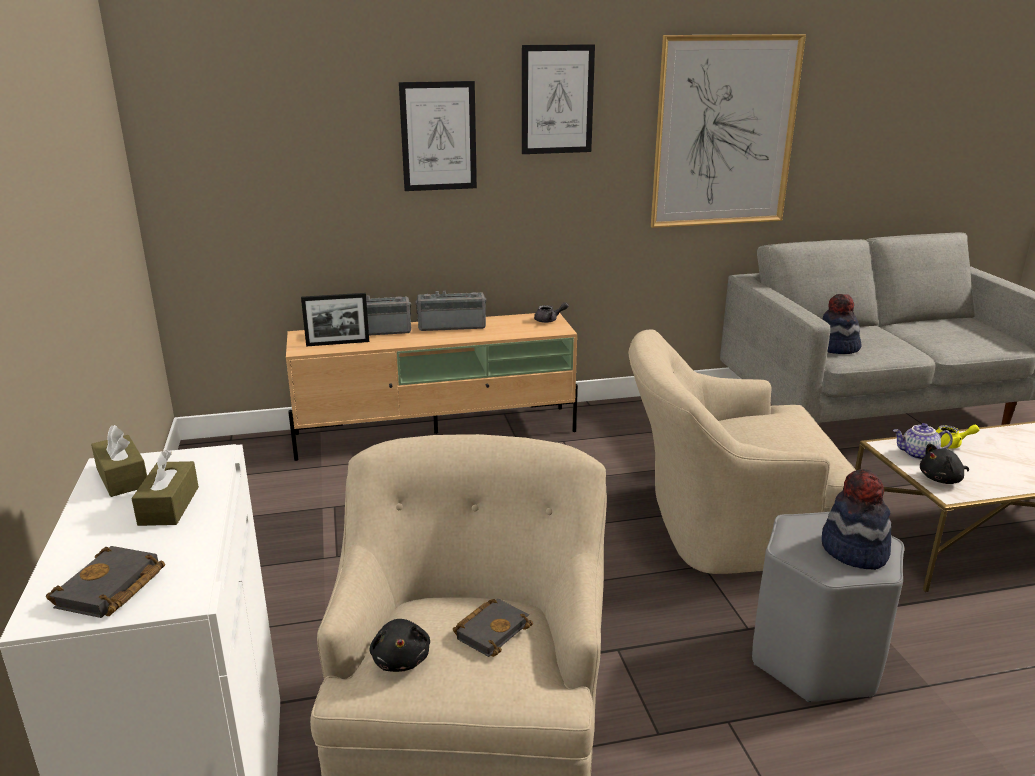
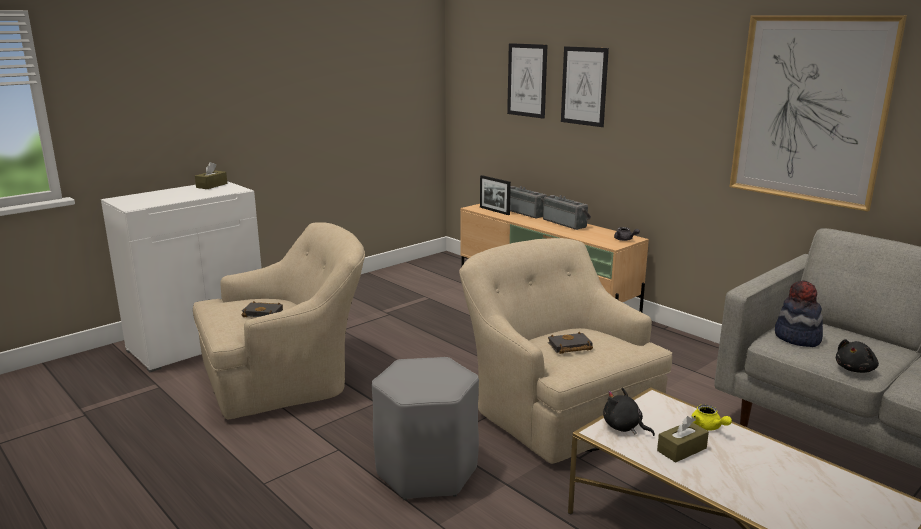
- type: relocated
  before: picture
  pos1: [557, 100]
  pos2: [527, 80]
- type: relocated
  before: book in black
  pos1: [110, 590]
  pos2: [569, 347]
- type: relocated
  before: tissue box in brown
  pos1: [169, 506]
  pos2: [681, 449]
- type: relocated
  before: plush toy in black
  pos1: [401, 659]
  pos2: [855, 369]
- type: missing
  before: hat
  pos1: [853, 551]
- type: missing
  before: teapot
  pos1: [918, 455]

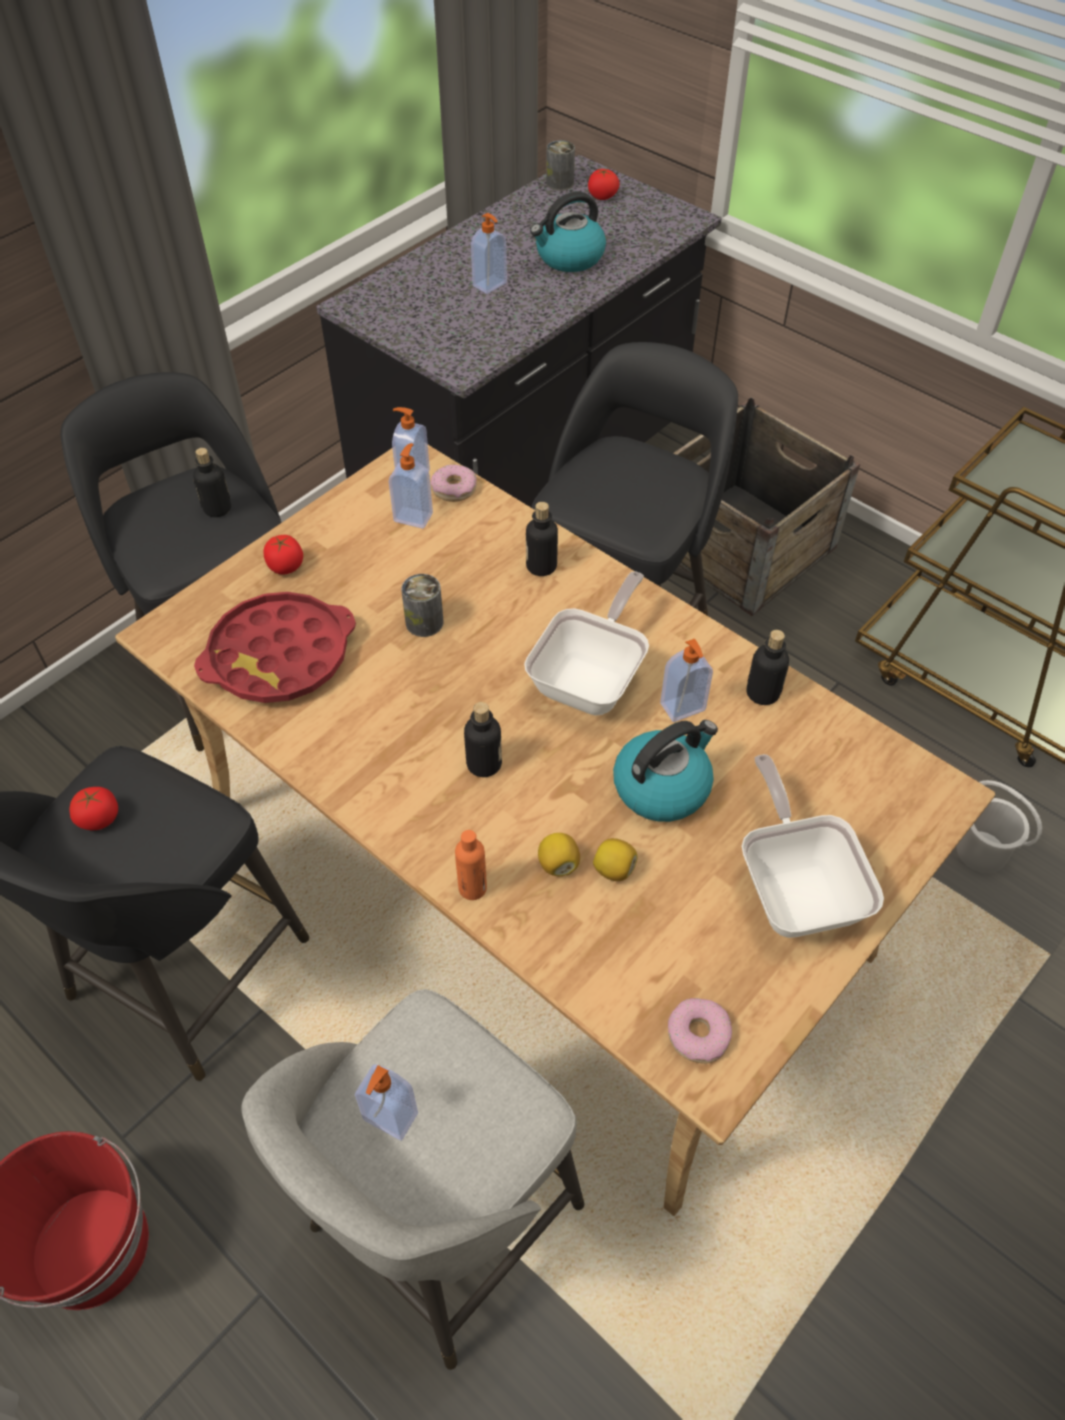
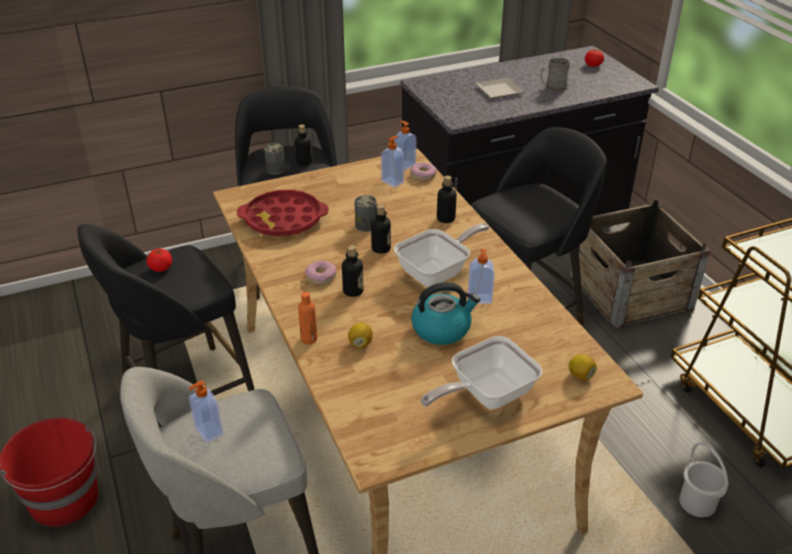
- type: relocated
  before: can
  pos1: [560, 183]
  pos2: [275, 169]
- type: relocated
  before: donut
  pos1: [698, 1034]
  pos2: [321, 277]
- type: relocated
  before: bottle
  pos1: [762, 693]
  pos2: [381, 248]
- type: spun
  before: frying pan
  pos1: [796, 887]
  pos2: [485, 395]
  turn: -135
- type: exchanged
  before: soap dispenser
  after: plate
  pos1: [490, 285]
  pos2: [499, 90]
- type: exchanged
  before: kettle
  after: mug in grey
  pos1: [569, 258]
  pos2: [553, 87]
- type: relocated
  before: lemon
  pos1: [614, 869]
  pos2: [580, 375]
- type: missing
  before: tomato
  pos1: [285, 566]

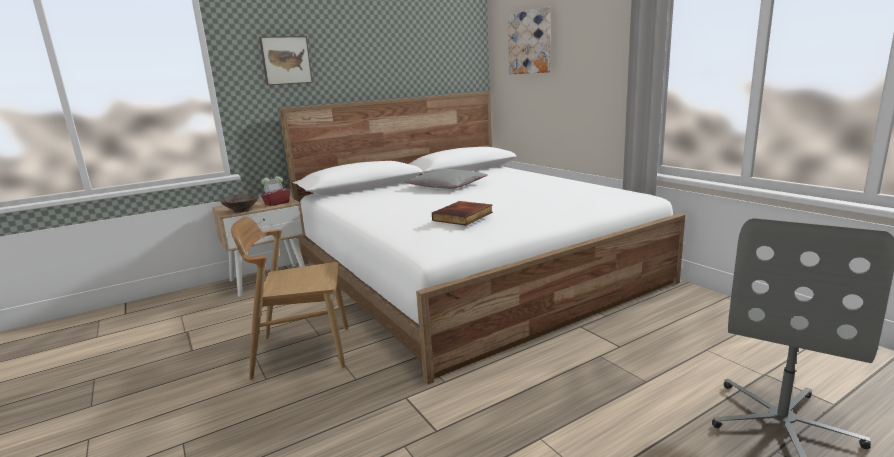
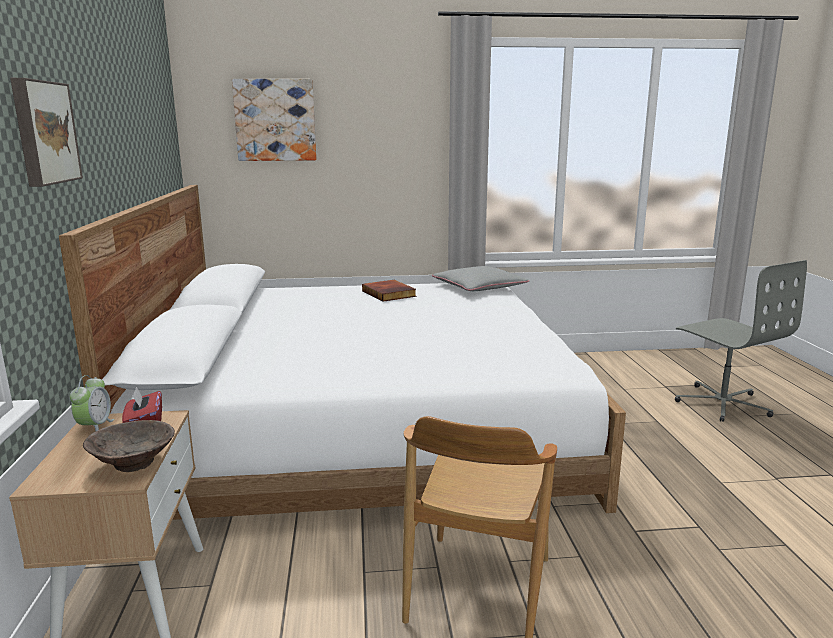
- type: relocated
  before: book
  pos1: [463, 216]
  pos2: [390, 293]
- type: relocated
  before: pillow in grey
  pos1: [447, 186]
  pos2: [479, 287]

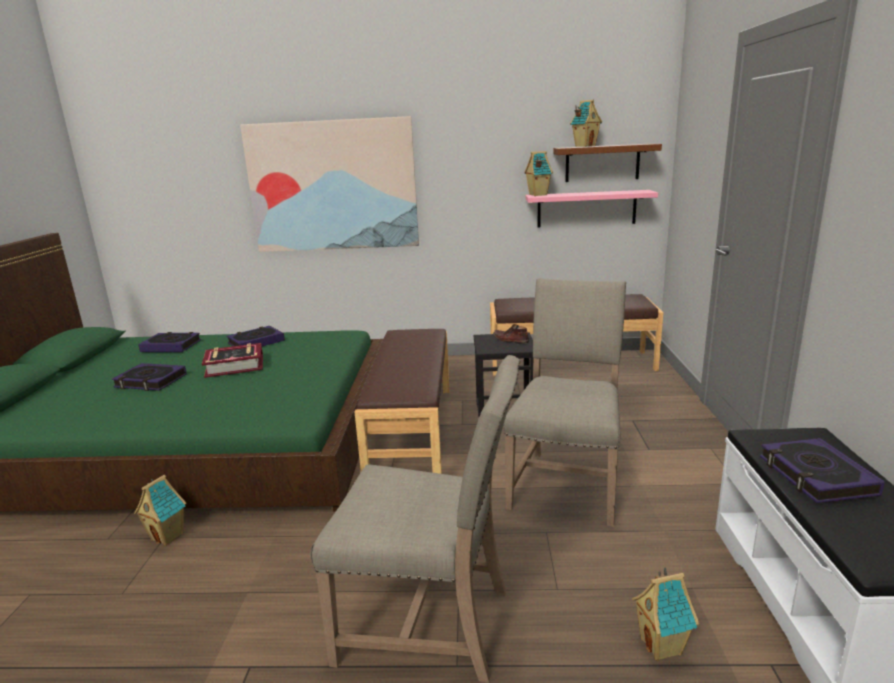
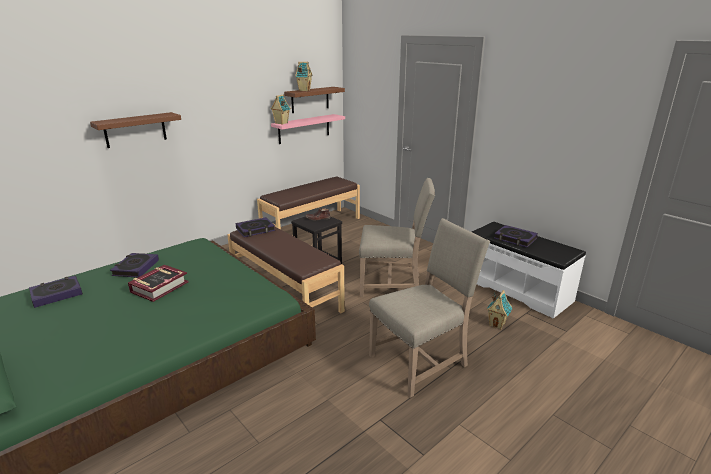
- type: exchanged
  before: picture
  after: shelf in brown
  pos1: [333, 186]
  pos2: [135, 130]
- type: relocated
  before: book
  pos1: [150, 381]
  pos2: [255, 230]
- type: spun
  before: chair in beige
  pos1: [567, 483]
  pos2: [393, 284]
  turn: 120
- type: missing
  before: toy house
  pos1: [168, 536]

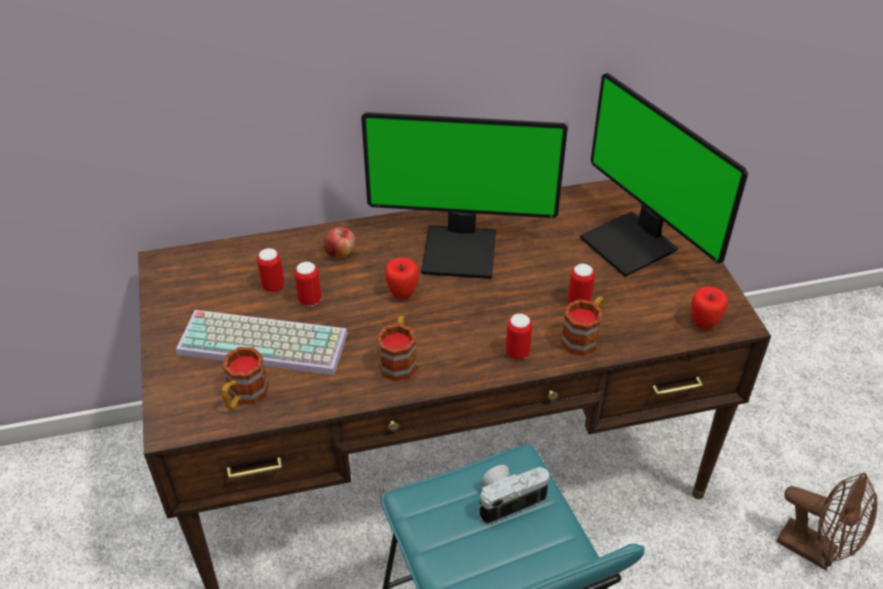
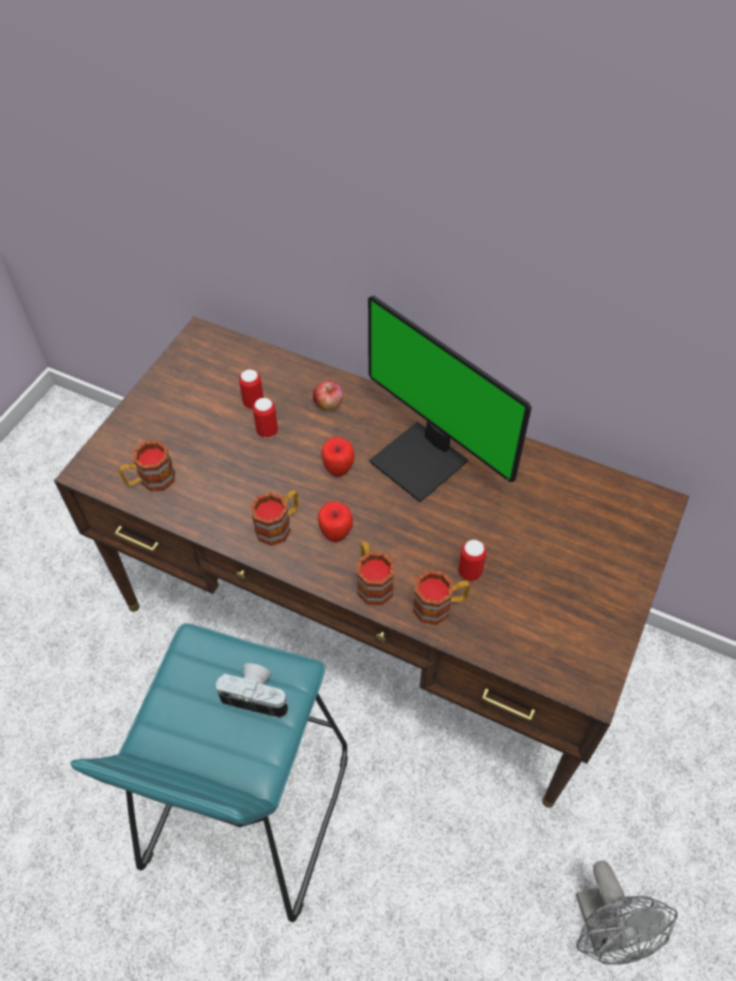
- type: relocated
  before: apple
  pos1: [703, 323]
  pos2: [336, 534]
- type: exchanged
  before: can
  after: mug
  pos1: [517, 352]
  pos2: [372, 582]
- type: colour
  before: fan in brown
  after: fan in grey
  pos1: [816, 550]
  pos2: [605, 931]
- type: missing
  before: keyboard
  pos1: [265, 341]
- type: missing
  before: monitor
  pos1: [632, 244]

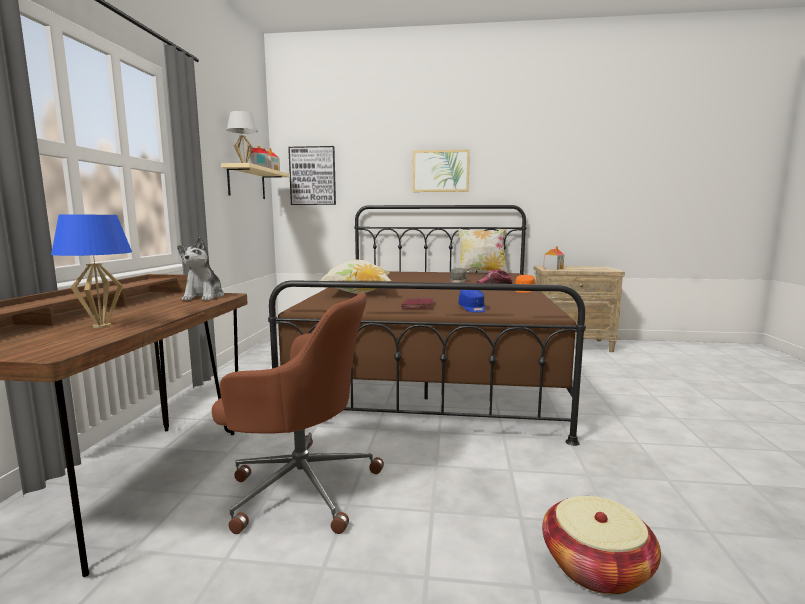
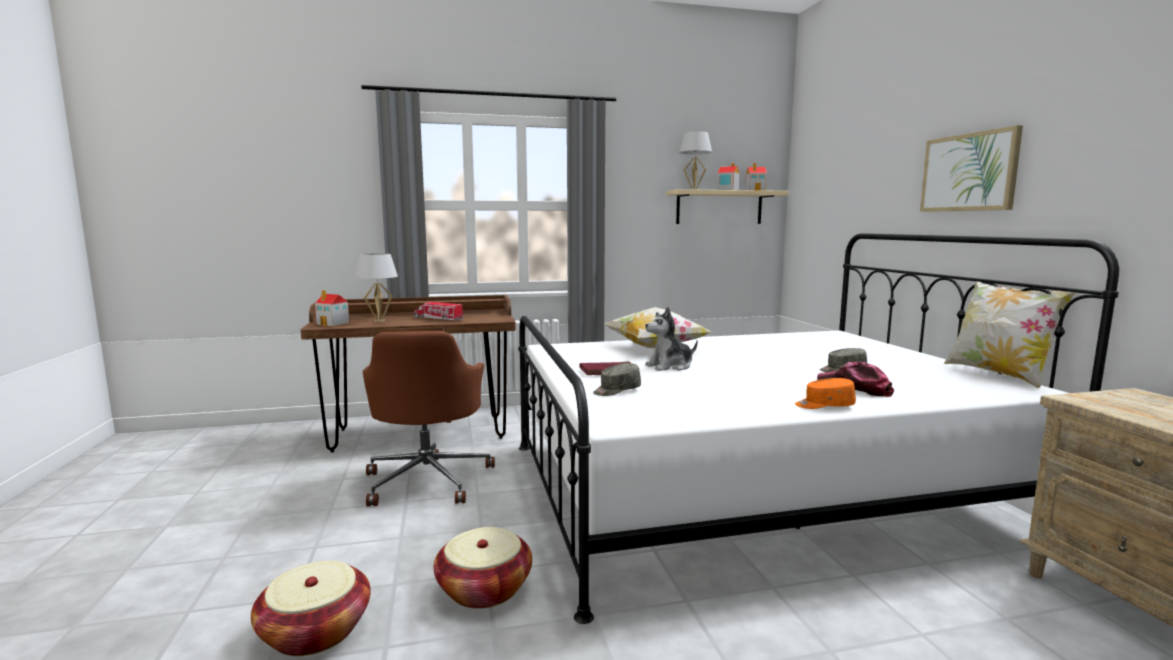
- type: relocated
  before: toy house
  pos1: [553, 268]
  pos2: [333, 323]
- type: colour
  before: table lamp in blue
  after: table lamp in white
  pos1: [101, 326]
  pos2: [379, 321]
- type: appeared
  after: toy truck
  pos2: [438, 319]
- type: appeared
  after: basket
  pos2: [484, 589]
- type: colour
  before: bed in brown
  after: bed in white
  pos1: [430, 370]
  pos2: [750, 487]
- type: colour
  before: cap in blue
  after: cap in grey
  pos1: [472, 309]
  pos2: [616, 390]
- type: relocated
  before: plush toy
  pos1: [204, 297]
  pos2: [670, 366]
- type: missing
  before: picture
  pos1: [312, 176]

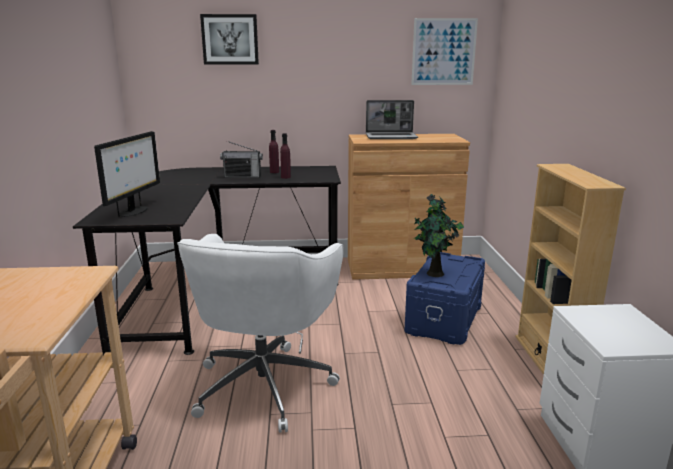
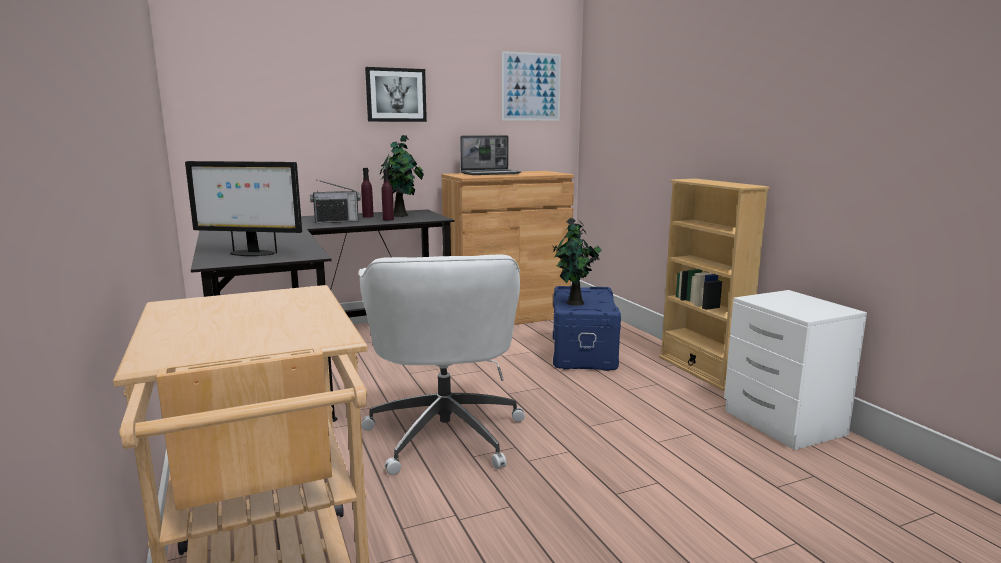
- type: spun
  before: monitor
  pos1: [133, 211]
  pos2: [251, 253]
  turn: 105
- type: relocated
  before: picture
  pos1: [230, 39]
  pos2: [396, 95]
- type: appeared
  after: potted plant
  pos2: [401, 215]

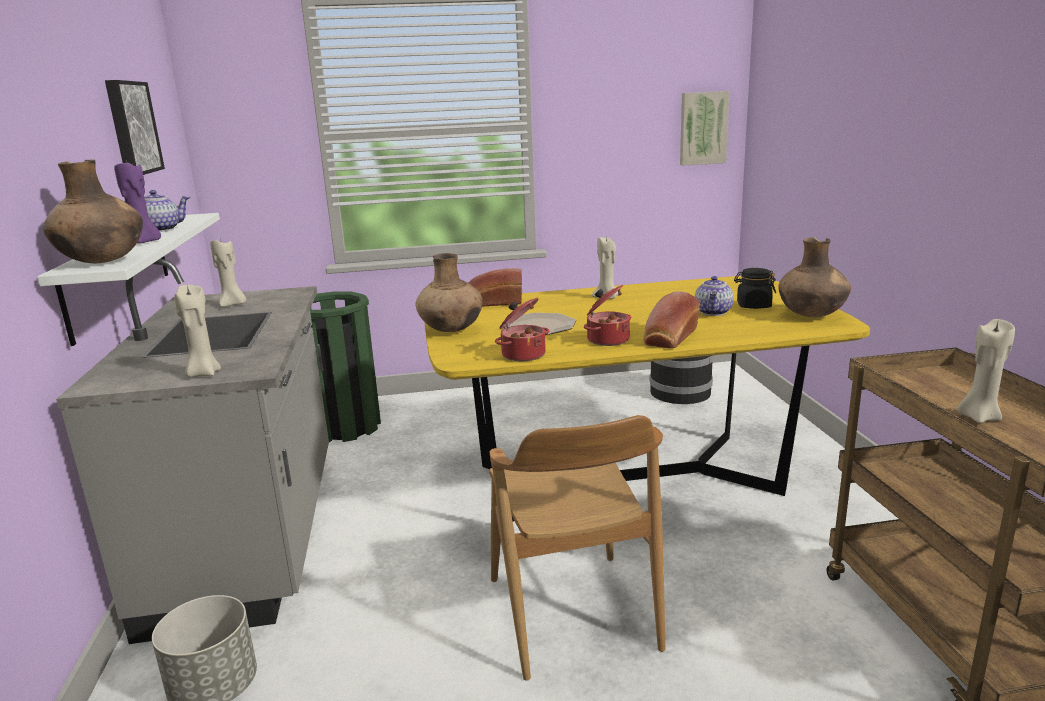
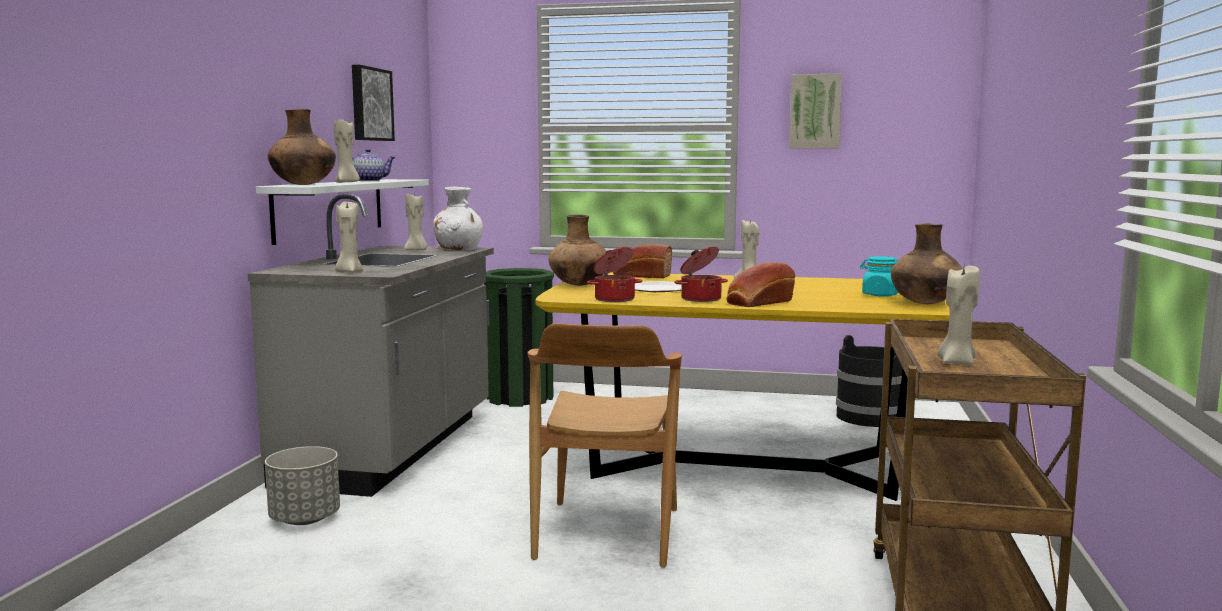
- type: colour
  before: candle in purple
  after: candle in beige
  pos1: [145, 242]
  pos2: [347, 182]
- type: appeared
  after: vase in white
  pos2: [459, 249]
- type: relocated
  before: picture
  pos1: [703, 128]
  pos2: [815, 111]
- type: colour
  before: jar in black
  after: jar in turquoise
  pos1: [753, 306]
  pos2: [880, 295]
- type: missing
  before: teapot
  pos1: [714, 312]

